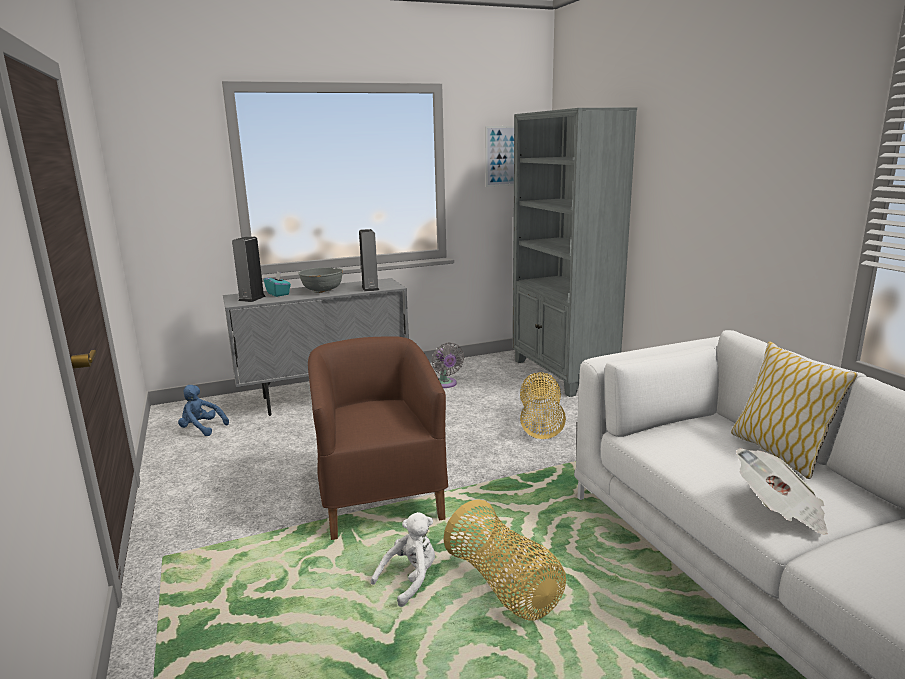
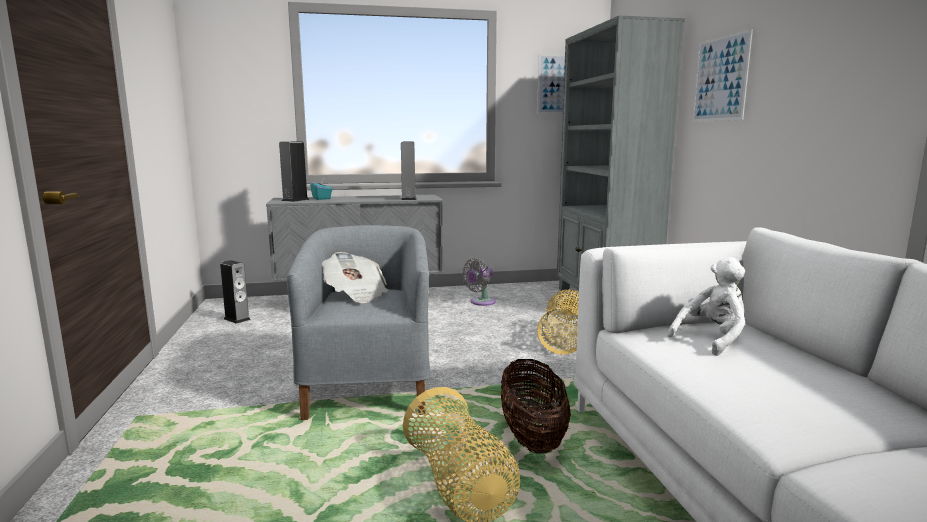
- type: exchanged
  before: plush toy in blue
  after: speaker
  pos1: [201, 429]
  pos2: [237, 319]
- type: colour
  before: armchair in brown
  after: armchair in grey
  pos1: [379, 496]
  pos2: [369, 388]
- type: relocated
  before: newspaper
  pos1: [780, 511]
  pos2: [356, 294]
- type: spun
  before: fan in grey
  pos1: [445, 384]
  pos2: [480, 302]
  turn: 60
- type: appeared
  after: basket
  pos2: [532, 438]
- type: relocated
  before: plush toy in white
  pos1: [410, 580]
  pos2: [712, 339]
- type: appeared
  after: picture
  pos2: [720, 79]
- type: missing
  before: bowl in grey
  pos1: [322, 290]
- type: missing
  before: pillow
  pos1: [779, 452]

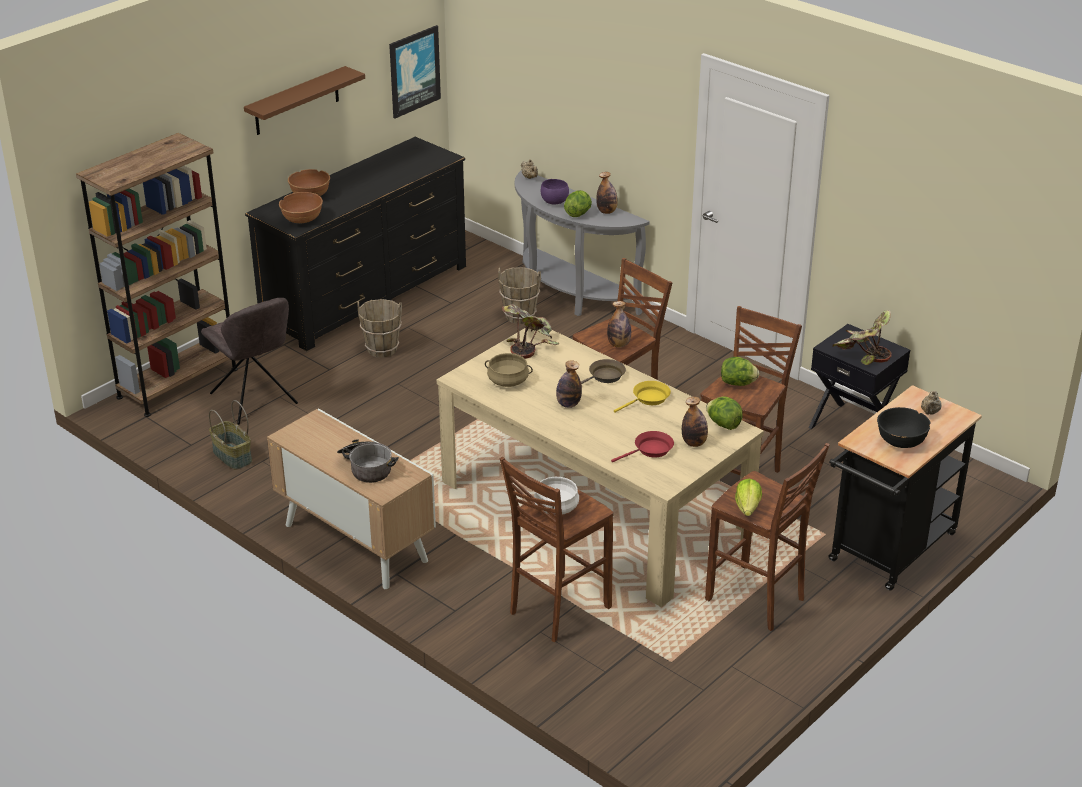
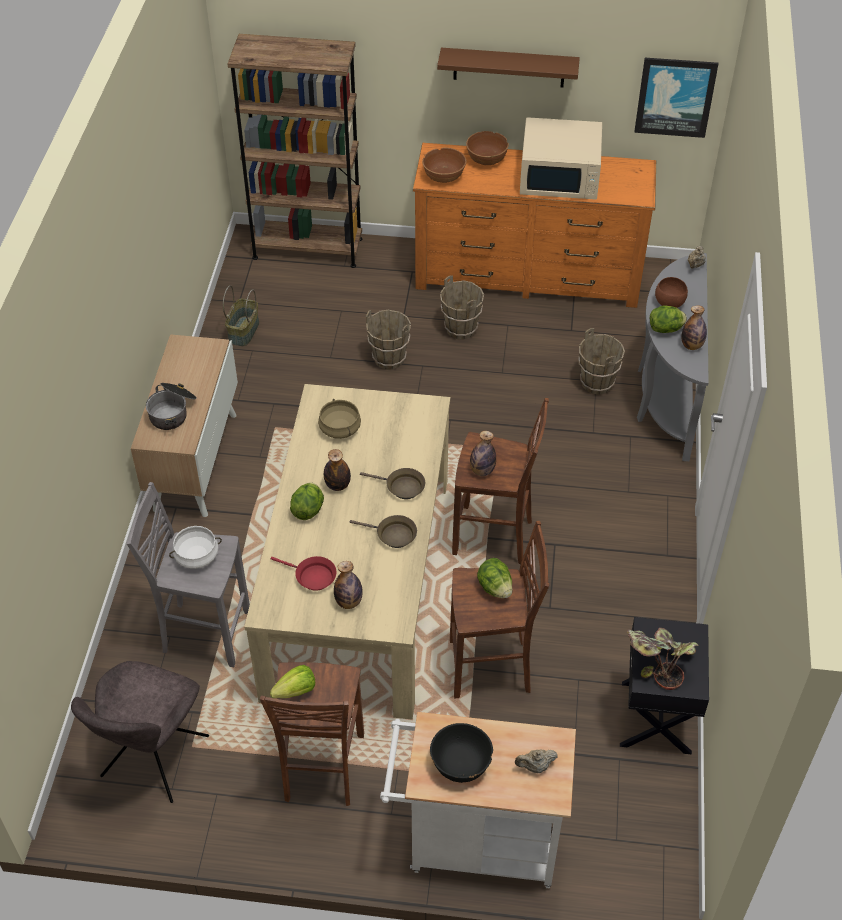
- type: relocated
  before: chair in grey
  pos1: [255, 400]
  pos2: [153, 760]
- type: colour
  before: stool in brown
  after: stool in grey
  pos1: [556, 610]
  pos2: [204, 632]
- type: relocated
  before: lettuce
  pos1: [723, 424]
  pos2: [308, 509]
- type: colour
  before: frying pan in yellow
  after: frying pan in brown
  pos1: [648, 399]
  pos2: [393, 535]
- type: appeared
  after: bucket in brown
  pos2: [389, 358]
- type: colour
  before: cart in black
  after: cart in white
  pos1: [888, 552]
  pos2: [474, 843]
- type: colour
  before: dresser in black
  after: dresser in orange
  pos1: [366, 295]
  pos2: [528, 275]
- type: appeared
  after: microwave in beige
  pos2: [560, 176]
- type: colour
  before: bowl in purple
  after: bowl in brown
  pos1: [554, 202]
  pos2: [669, 303]
- type: missing
  before: potted plant
  pos1: [529, 343]

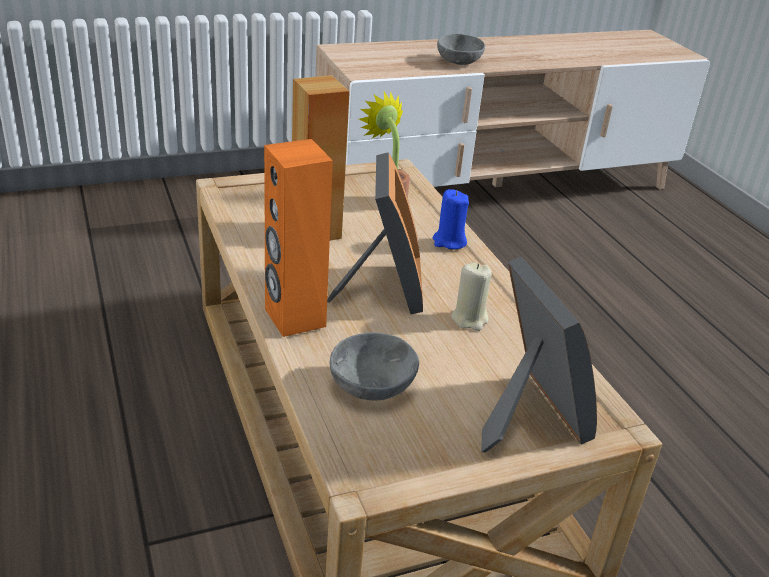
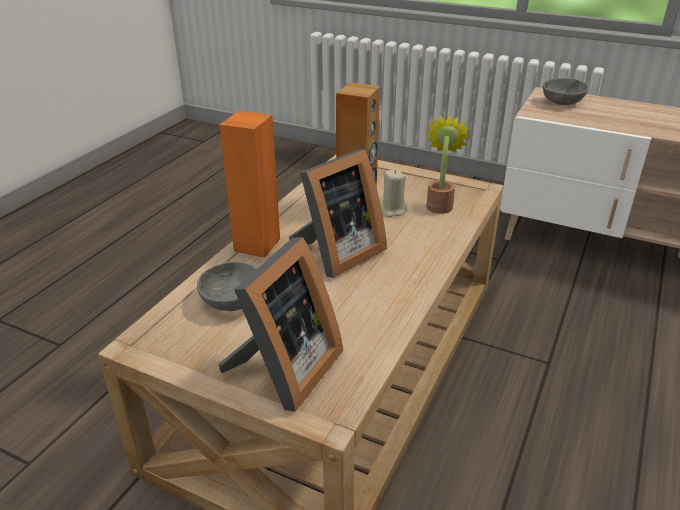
- type: relocated
  before: candle in beige
  pos1: [469, 319]
  pos2: [392, 210]
- type: relocated
  before: bowl in grey
  pos1: [460, 62]
  pos2: [562, 103]
- type: missing
  before: candle in blue
  pos1: [449, 242]

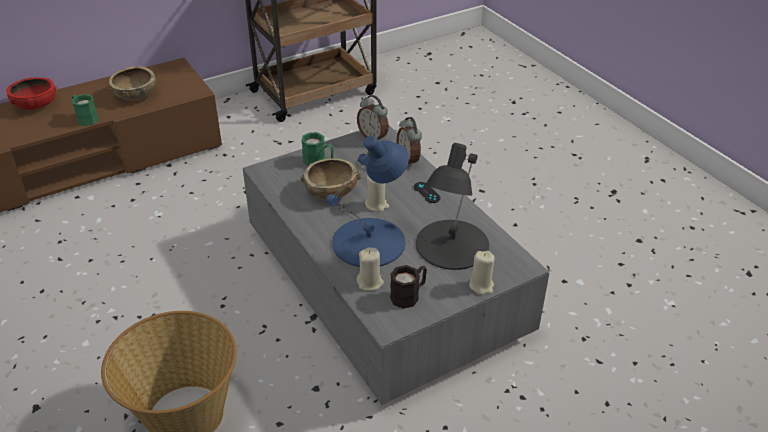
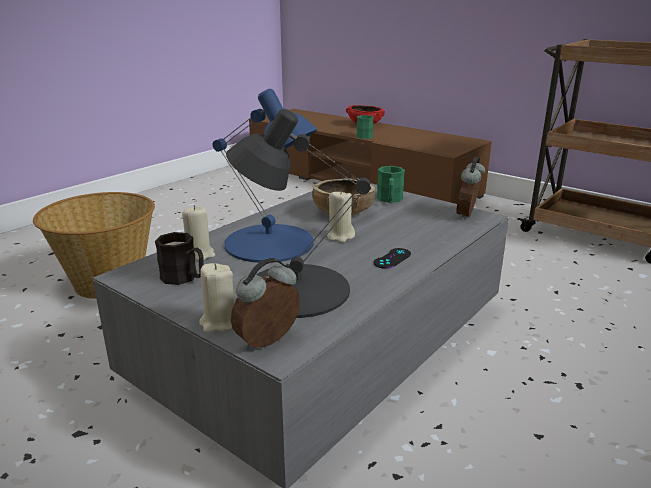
- type: relocated
  before: alarm clock
  pos1: [409, 160]
  pos2: [269, 343]
- type: missing
  before: bowl in brown
  pos1: [135, 95]

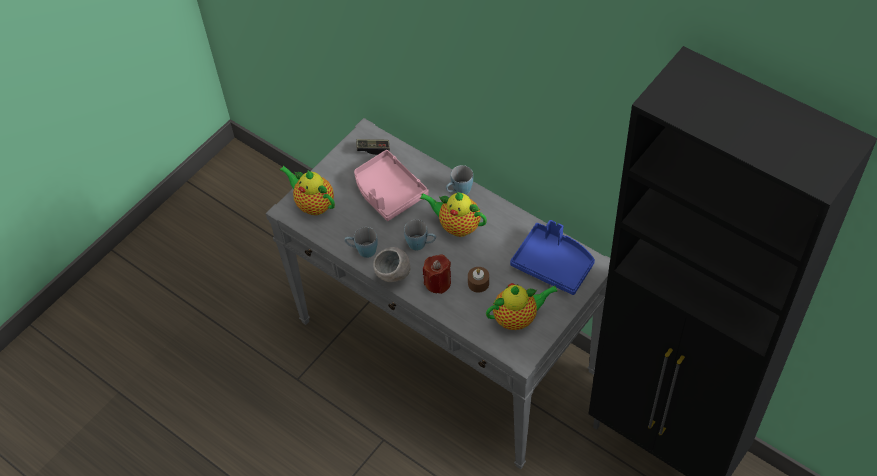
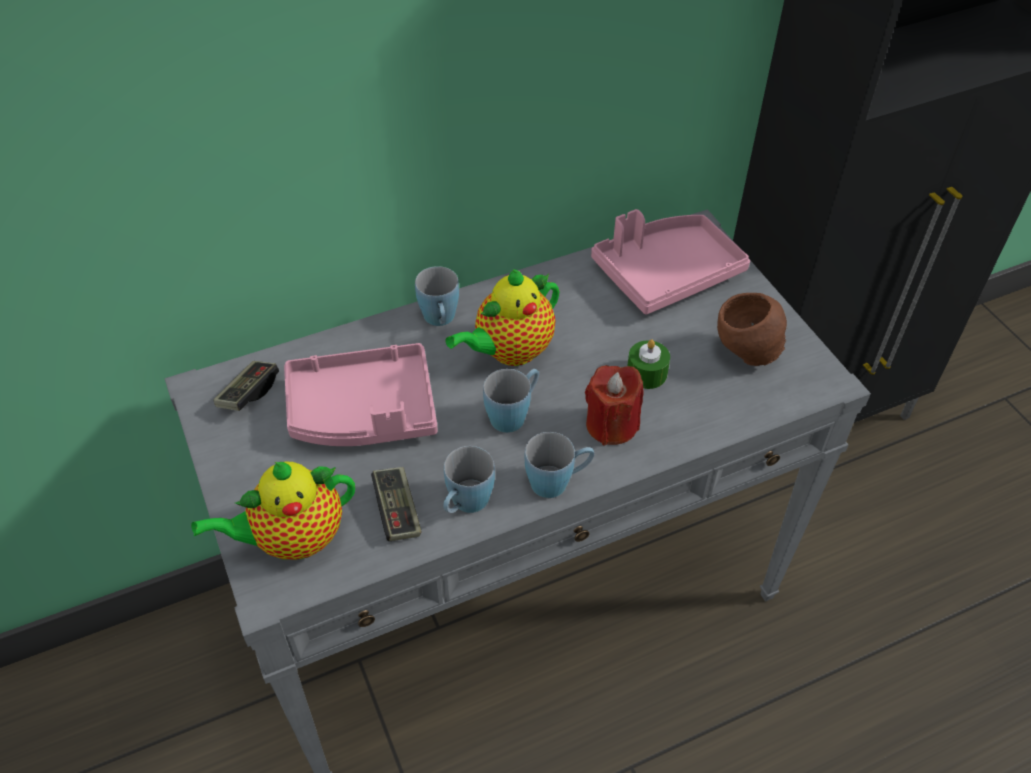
- type: appeared
  after: game controller
  pos2: [397, 511]
- type: exchanged
  before: bowl in grey
  after: mug in blue
  pos1: [394, 276]
  pos2: [558, 481]
- type: colour
  before: tray in blue
  after: tray in pink
  pos1: [553, 264]
  pos2: [666, 273]
- type: colour
  before: candle in brown
  after: candle in green
  pos1: [478, 283]
  pos2: [646, 373]
- type: exchanged
  before: teapot
  after: bowl in brown
  pos1: [518, 318]
  pos2: [746, 354]

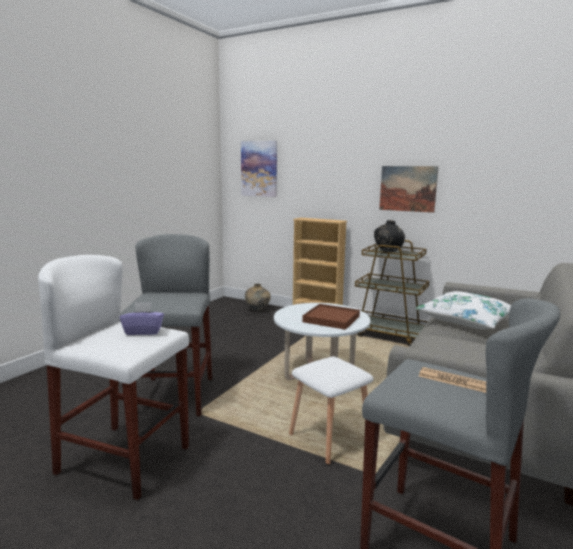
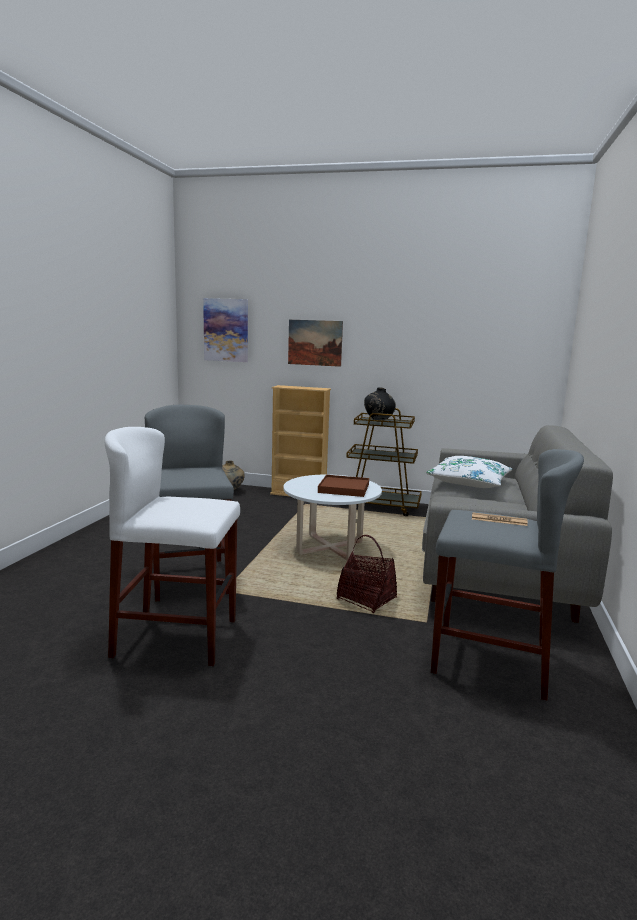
- type: relocated
  before: picture
  pos1: [407, 188]
  pos2: [315, 343]
- type: exchanged
  before: stool in white
  after: basket
  pos1: [329, 439]
  pos2: [366, 599]
- type: missing
  before: tissue box in purple
  pos1: [143, 331]

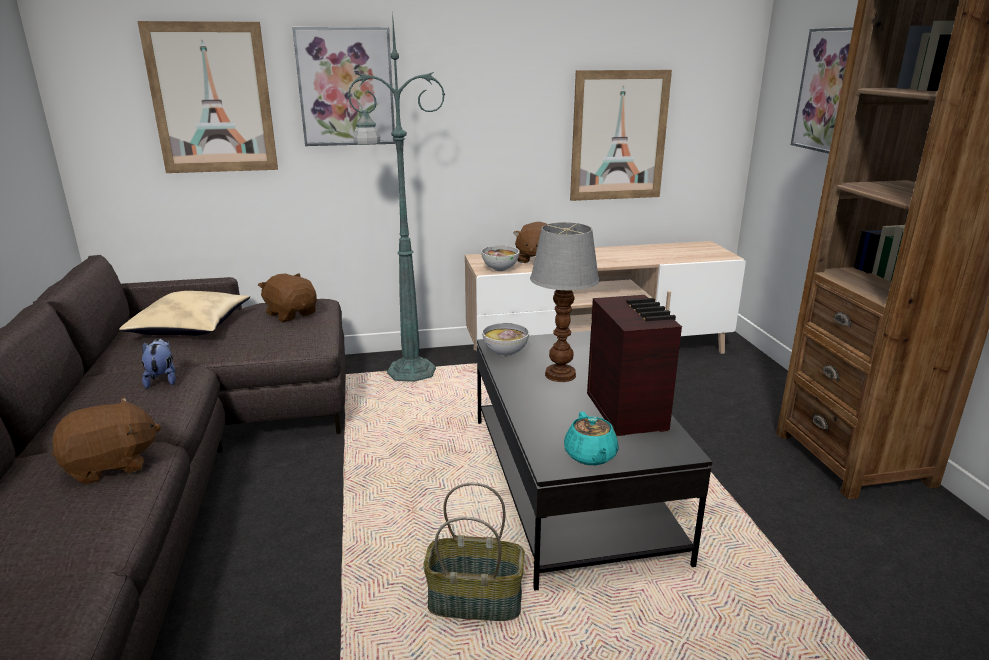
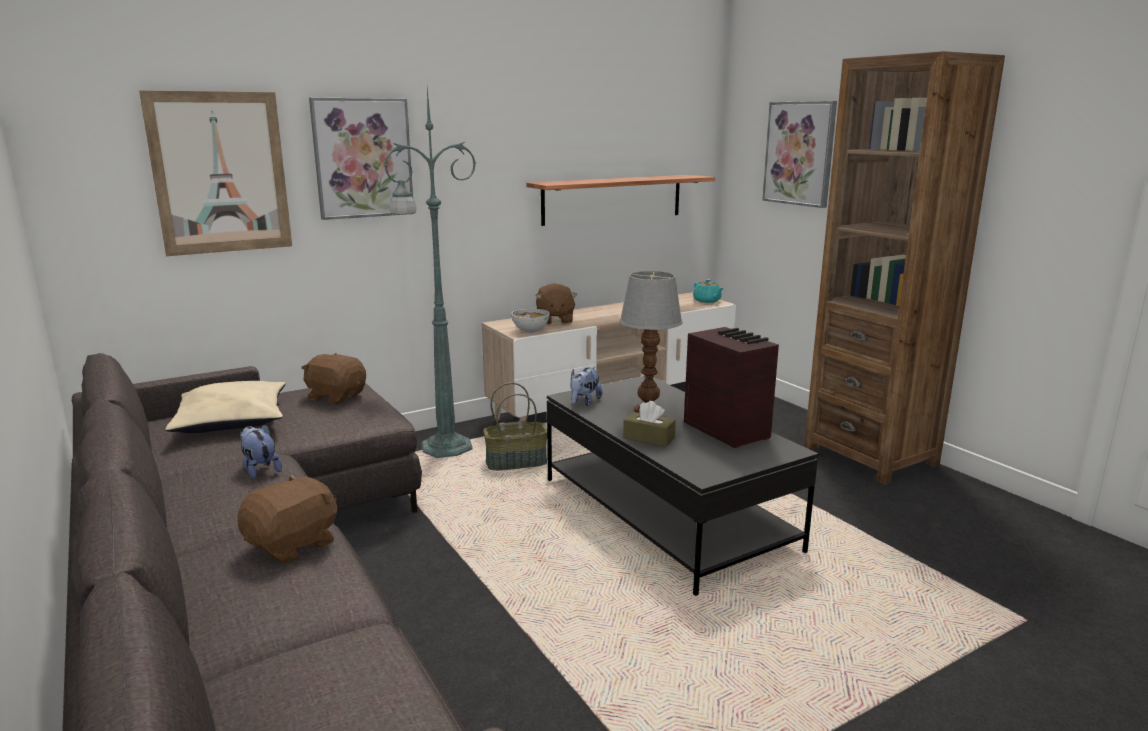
- type: relocated
  before: basket
  pos1: [476, 600]
  pos2: [516, 462]
- type: exchanged
  before: picture
  after: shelf
  pos1: [619, 136]
  pos2: [613, 199]
- type: exchanged
  before: bowl
  after: plush toy
  pos1: [505, 353]
  pos2: [584, 402]
- type: appeared
  after: tissue box in brown
  pos2: [649, 438]
- type: relocated
  before: teapot in turquoise
  pos1: [590, 456]
  pos2: [707, 301]

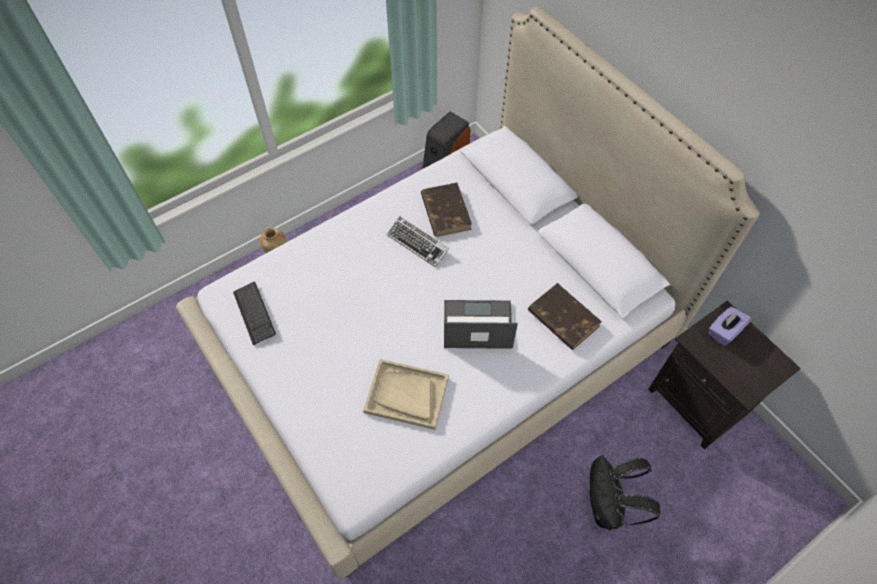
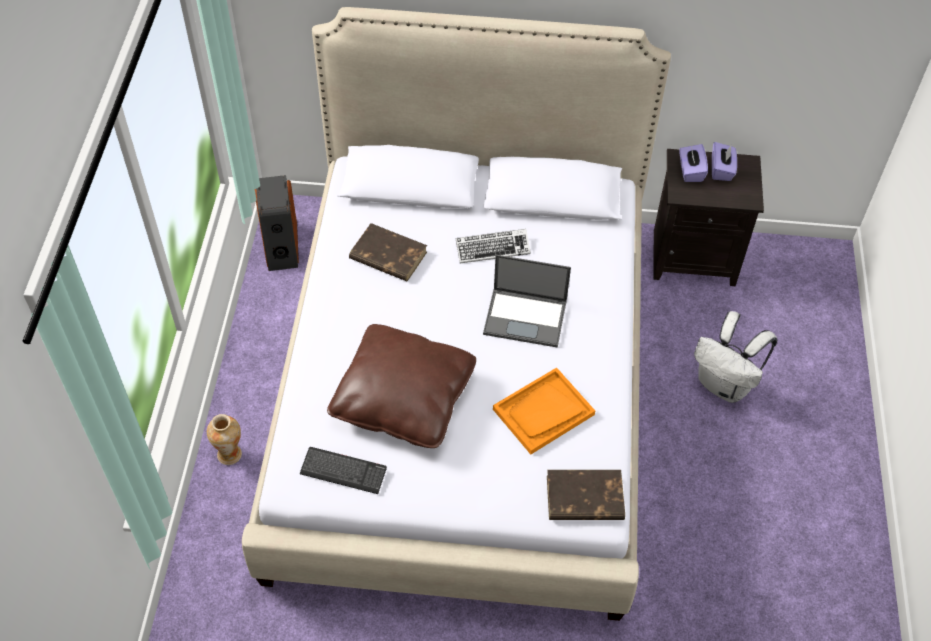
- type: appeared
  after: pillow in brown
  pos2: [403, 398]
- type: relocated
  before: keyboard
  pos1: [417, 243]
  pos2: [492, 249]
- type: spun
  before: laptop
  pos1: [476, 325]
  pos2: [526, 317]
  turn: -120
- type: colour
  before: tray in beige
  after: tray in orange
  pos1: [406, 395]
  pos2: [543, 412]
- type: relocated
  before: book in brown
  pos1: [562, 318]
  pos2: [584, 498]
- type: colour
  before: backpack in black
  after: backpack in white
  pos1: [608, 507]
  pos2: [725, 385]
- type: appeared
  after: tissue box in purple
  pos2: [721, 170]

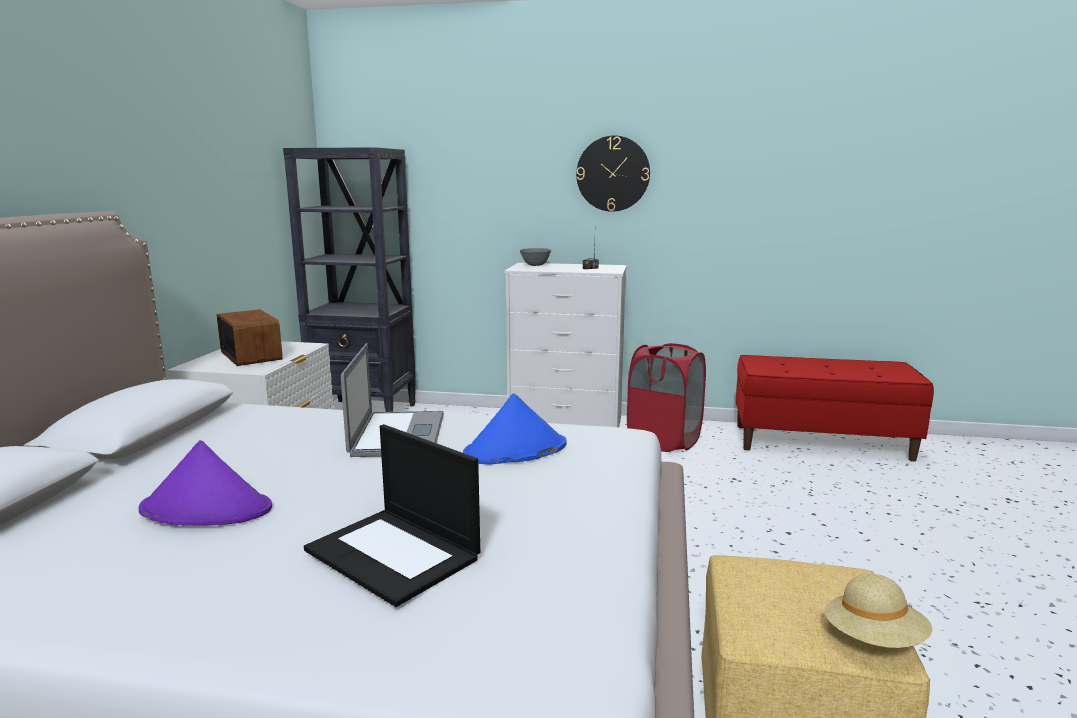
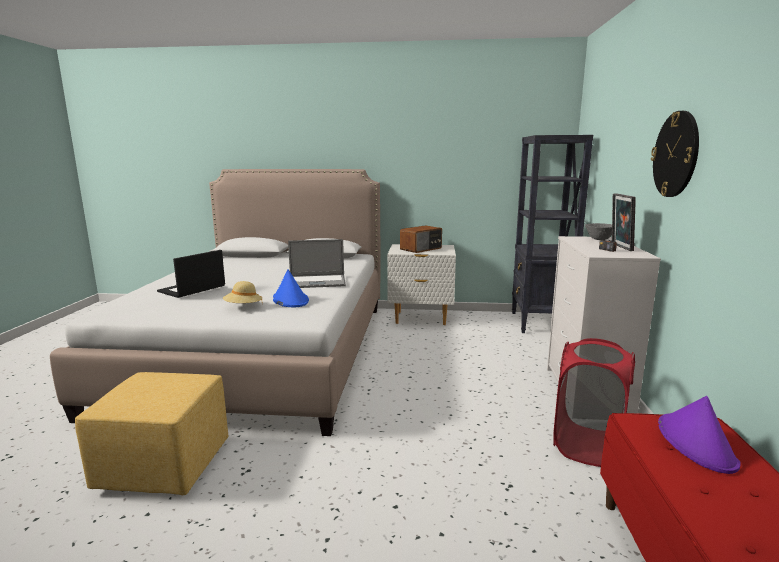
- type: relocated
  before: hat in beige
  pos1: [874, 640]
  pos2: [243, 307]
- type: appeared
  after: picture frame
  pos2: [619, 247]
- type: relocated
  before: hat in purple
  pos1: [207, 509]
  pos2: [696, 444]

